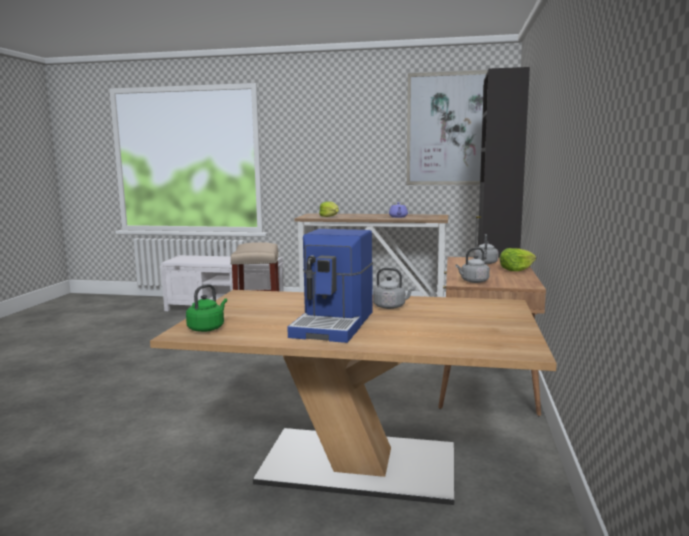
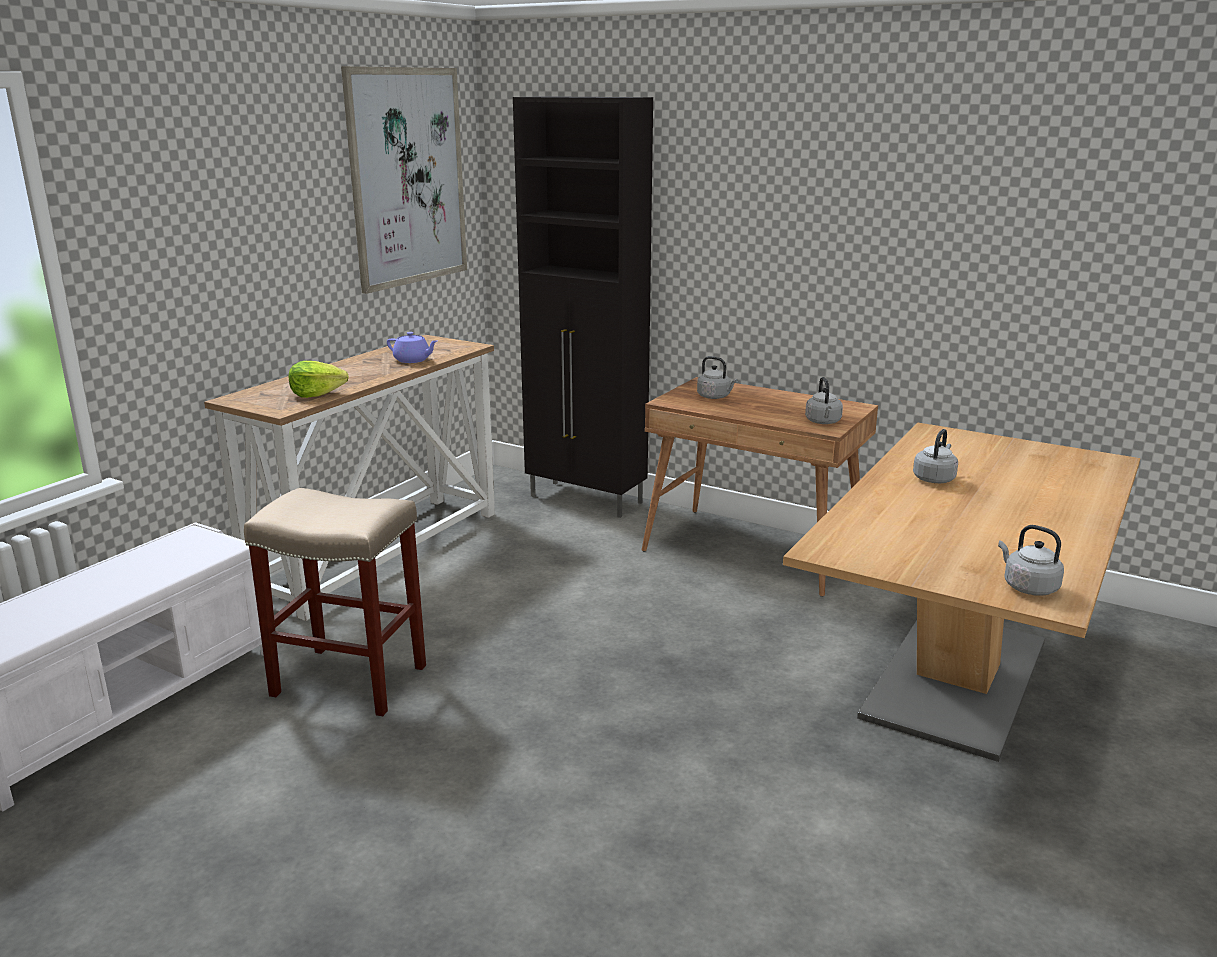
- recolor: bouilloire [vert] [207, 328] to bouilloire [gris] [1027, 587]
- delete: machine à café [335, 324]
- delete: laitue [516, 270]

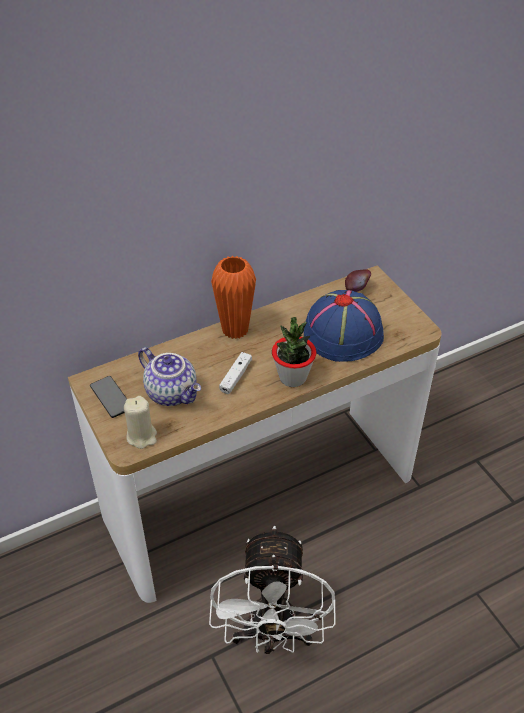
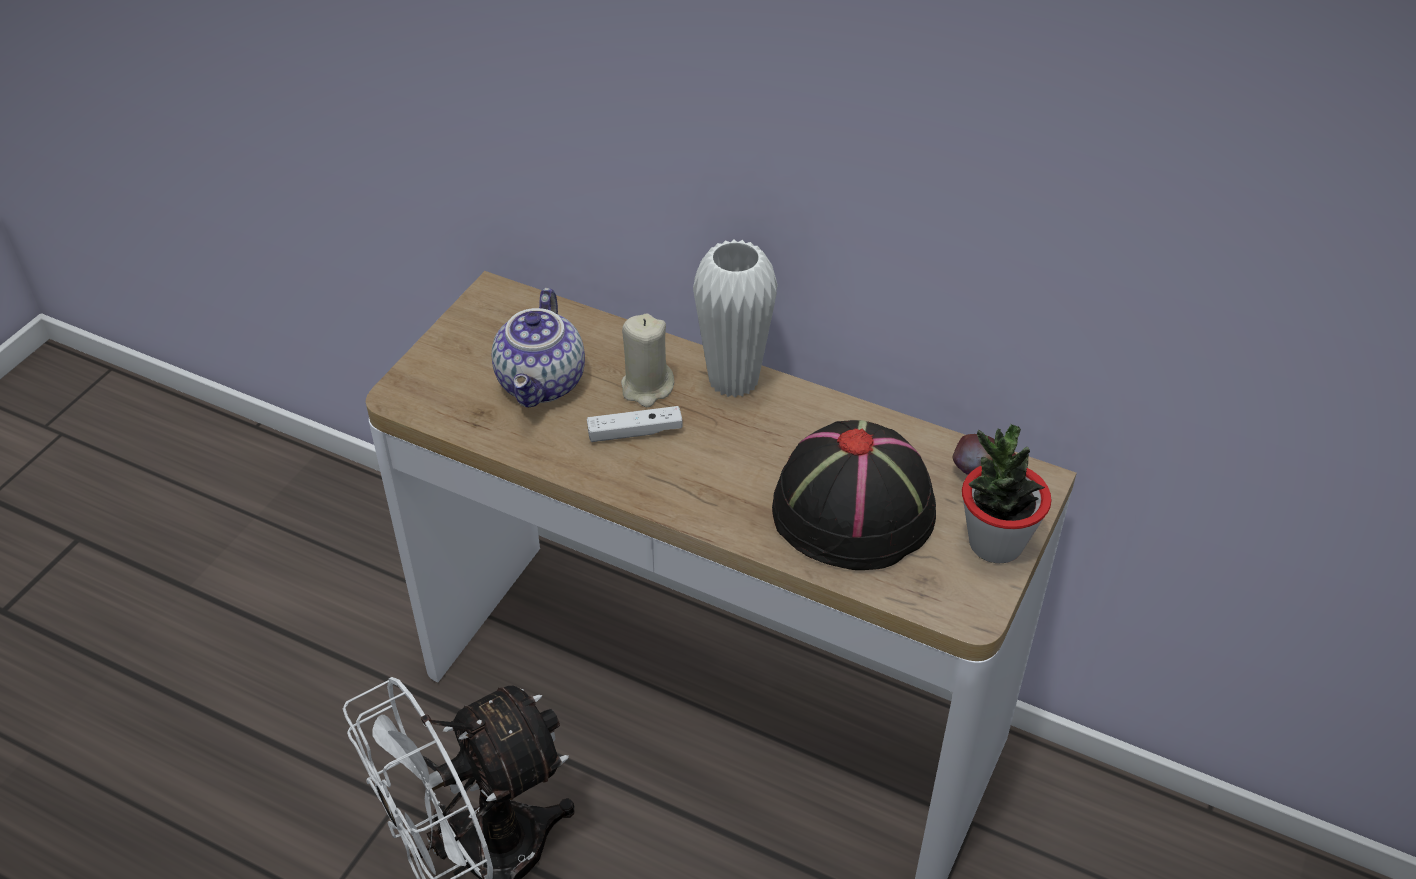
- move: bougie [beige] [142, 436] to [647, 387]
- recolor: vase [orange] [235, 330] to vase [blanc] [733, 381]
- recolor: chapeau [bleu] [343, 333] to chapeau [noir] [854, 509]
- move: plante en pot [293, 377] to [995, 543]
- delete: téléphone [111, 397]

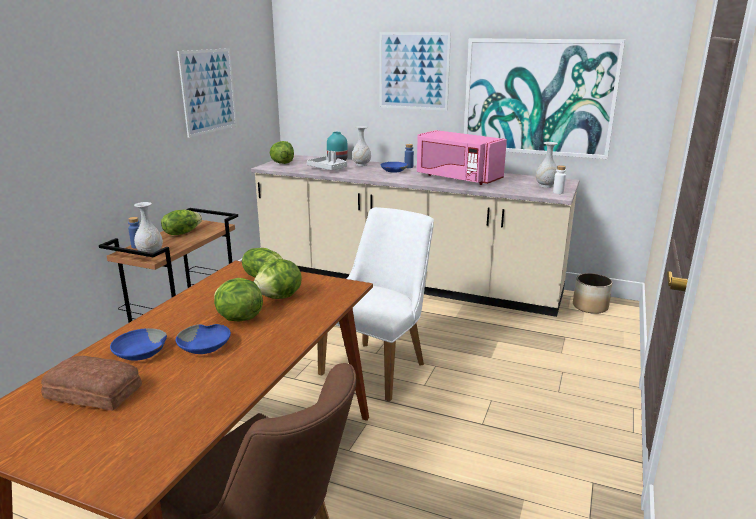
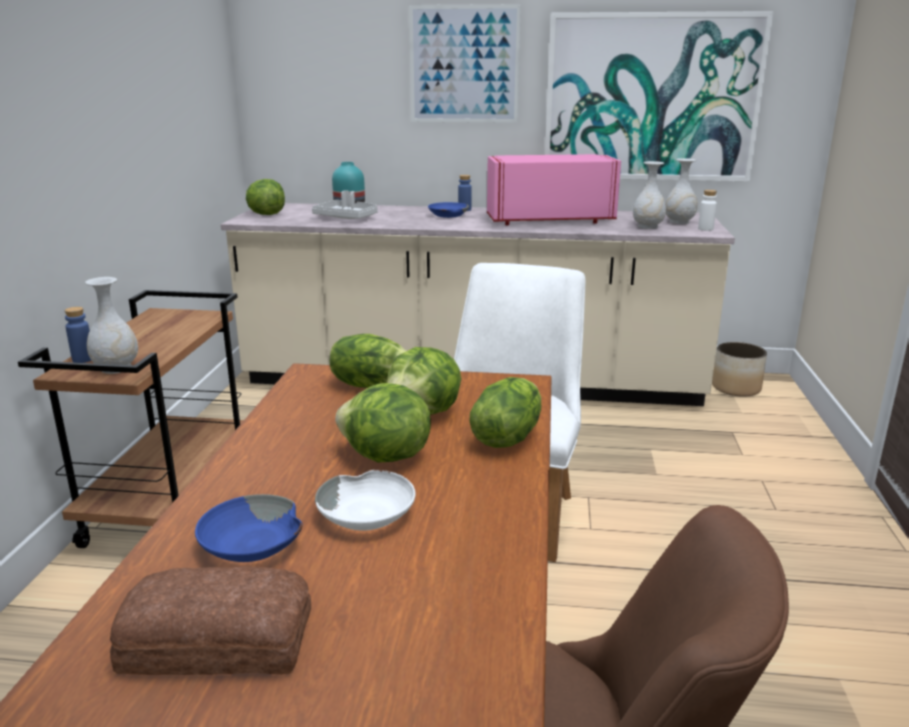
- recolor: bol [bleu] [205, 346] to bol [blanc] [368, 514]
- move: laitue [182, 233] to [506, 437]
- rotate: micro-ondes [rose] [457, 178] = [549, 219] 150 degrees clockwise
- move: vase [blanc] [361, 165] to [648, 227]
- delete: tableau [208, 91]

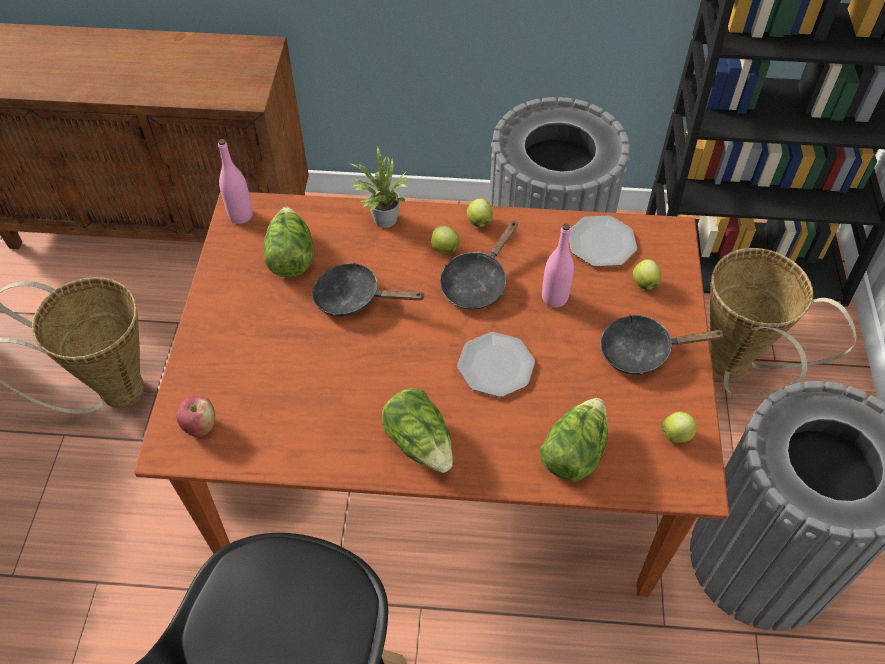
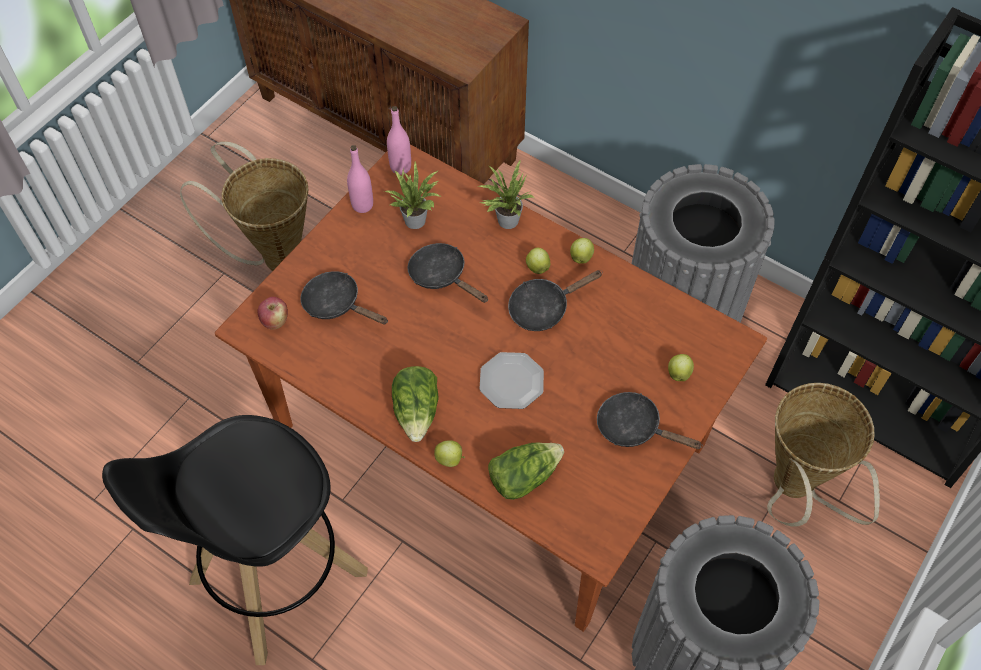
- insert: poêle [noir] [336, 304]
- move: bouteille [rose] [554, 298] to [362, 205]
- replace: laitue [290, 256] to plante en pot [416, 218]
- move: pomme [676, 435] to [450, 459]
- delete: assiette [602, 243]

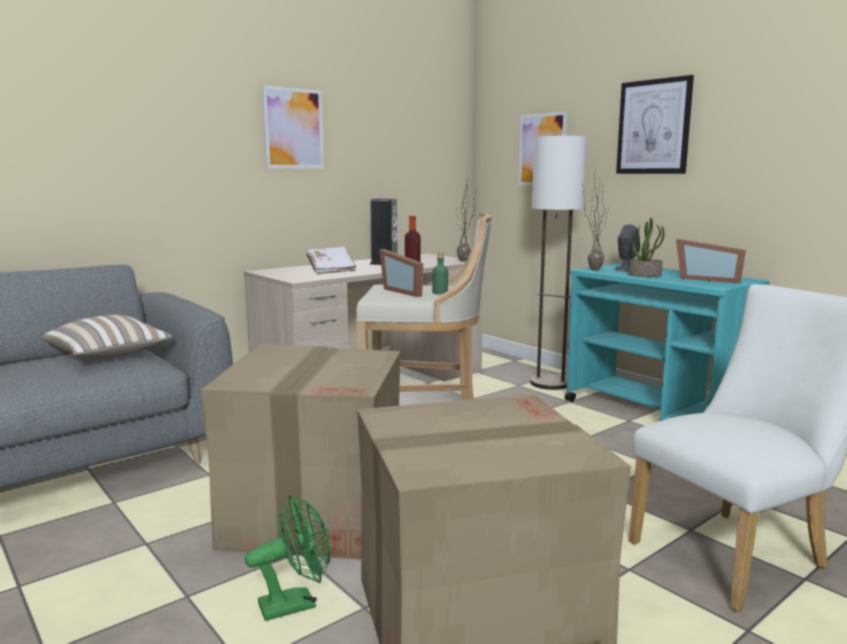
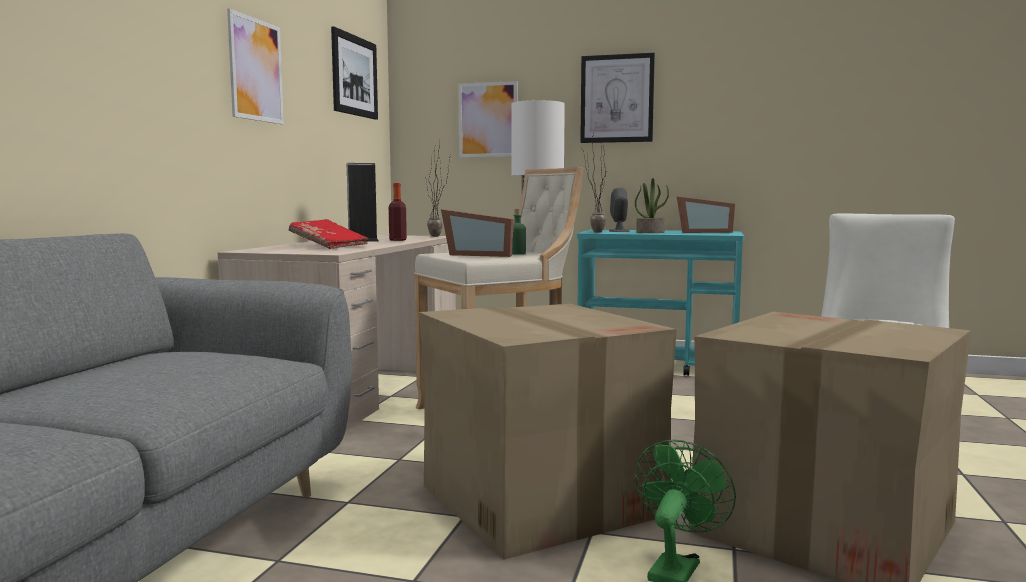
- recolor: livre [blanc] [331, 270] to livre [rouge] [328, 246]
- insert: tableau [354, 76]
- delete: coussin [110, 356]

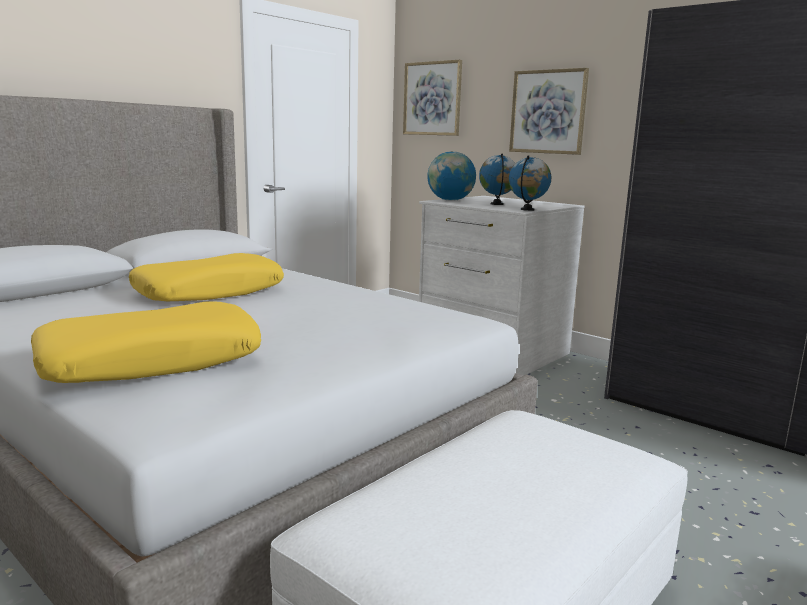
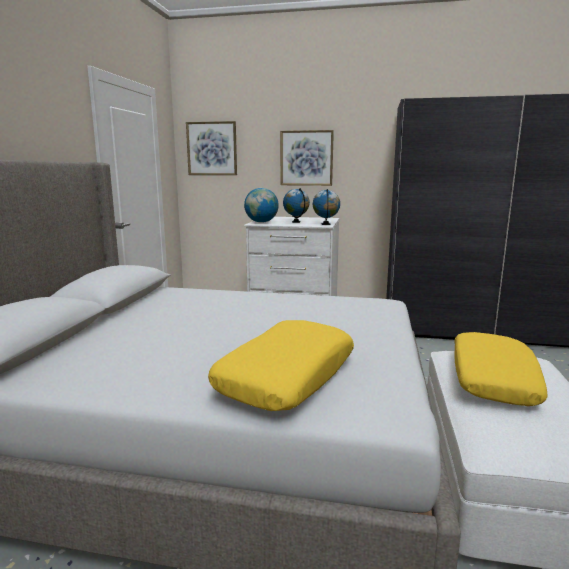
- move: coussin [jaune] [209, 292] to [492, 379]

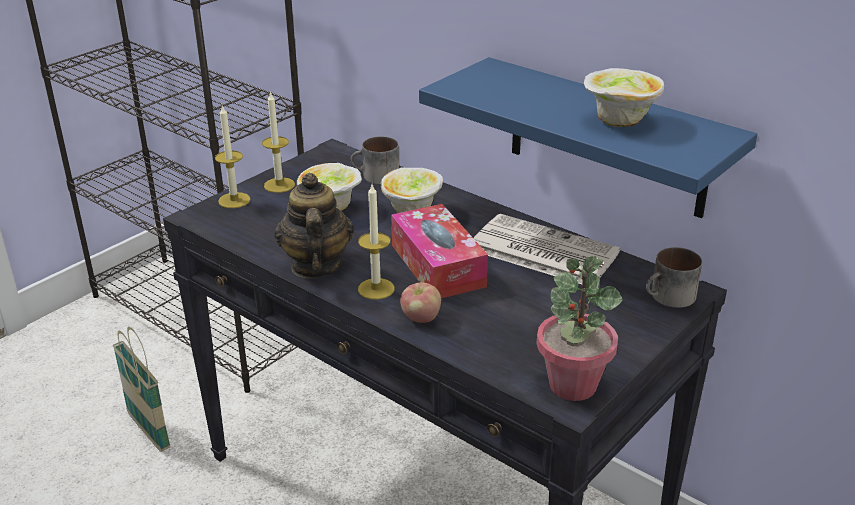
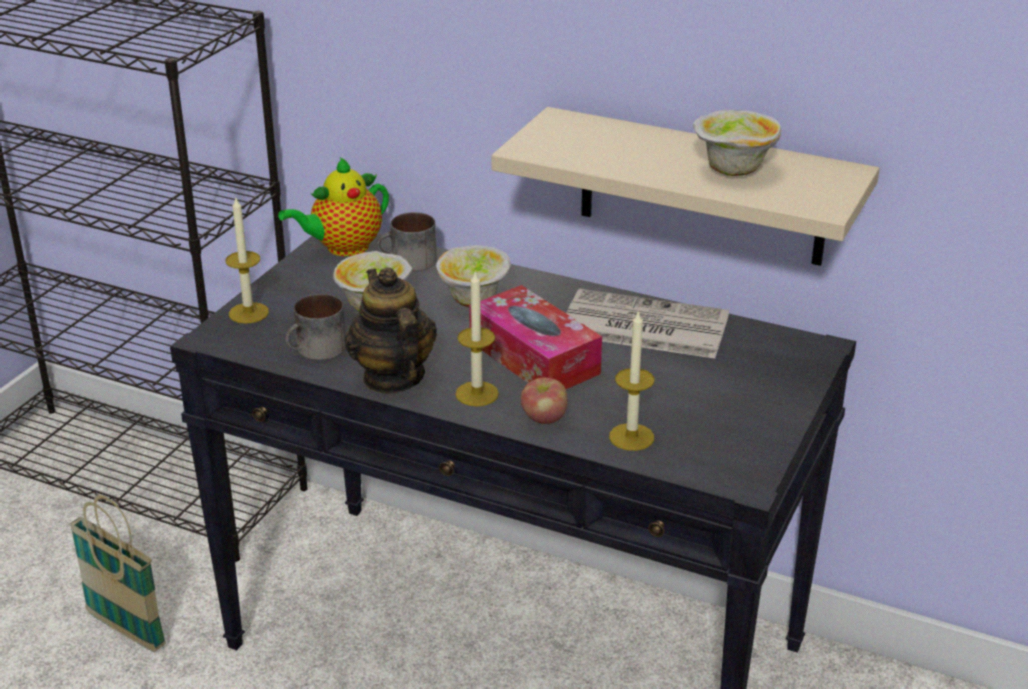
- insert: théière [343, 248]
- move: mug [669, 298] to [317, 350]
- recolor: étagère [bleu] [607, 138] to étagère [beige] [702, 187]
- move: bougie [279, 185] to [631, 437]
- delete: plante en pot [572, 385]

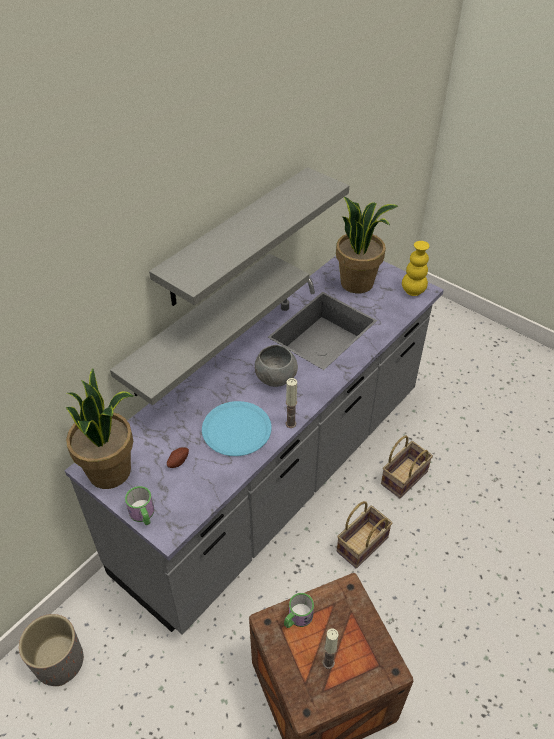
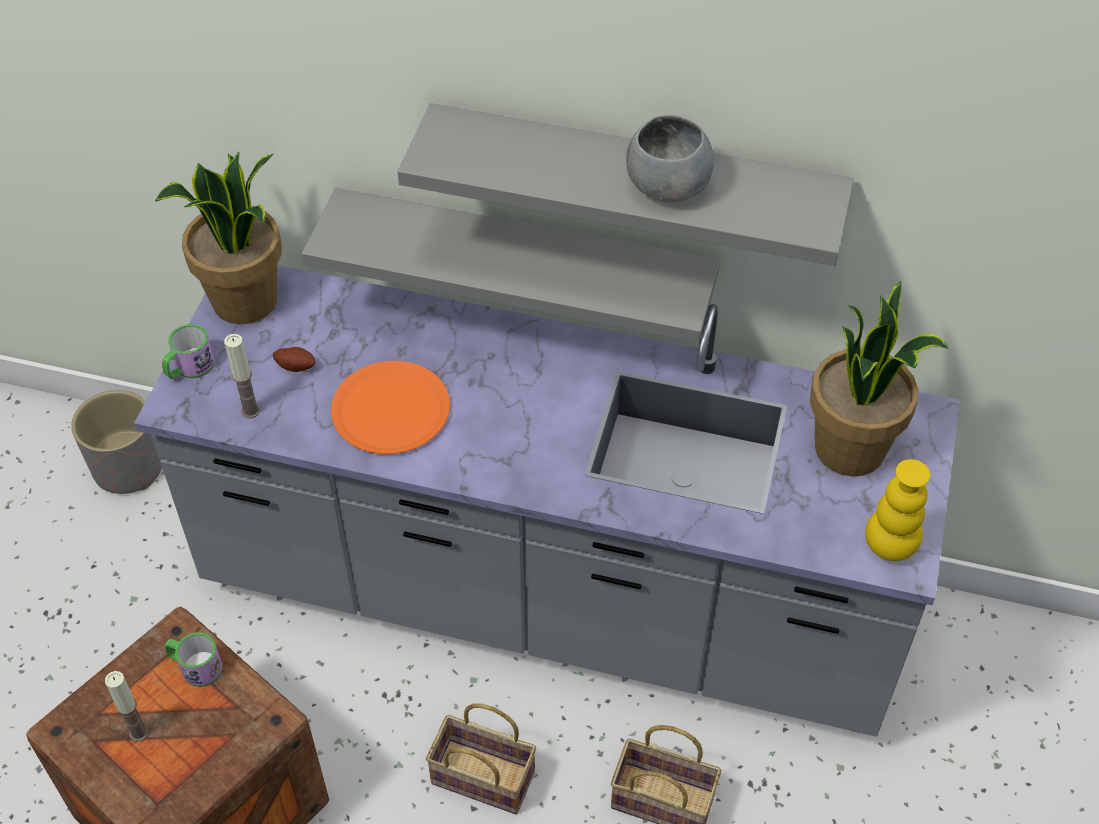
- move: bougie [291, 423] to [250, 411]
- recolor: assiette [bleu] [236, 429] to assiette [orange] [390, 409]
- move: bol [gris] [275, 378] to [667, 186]

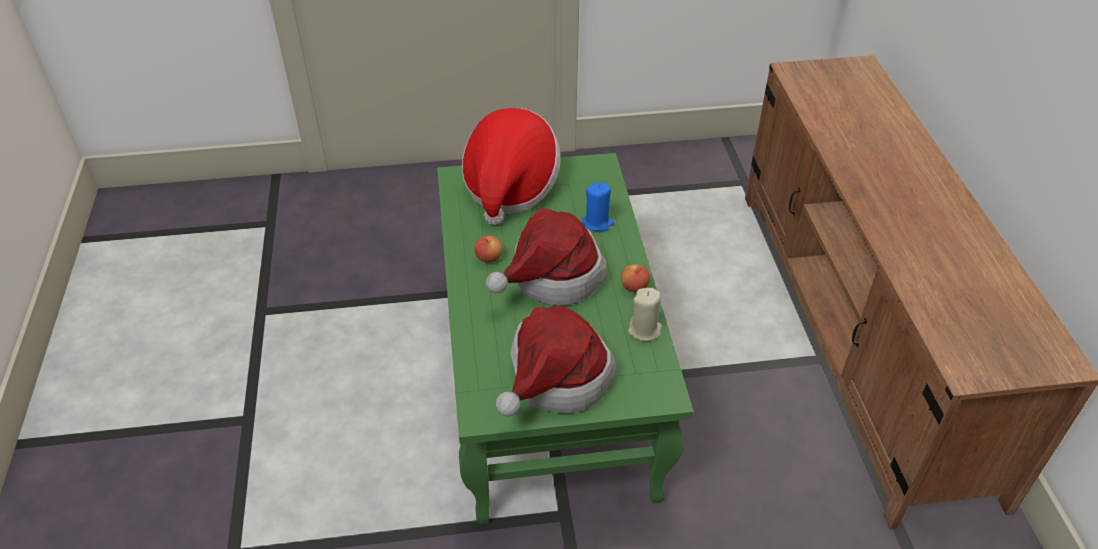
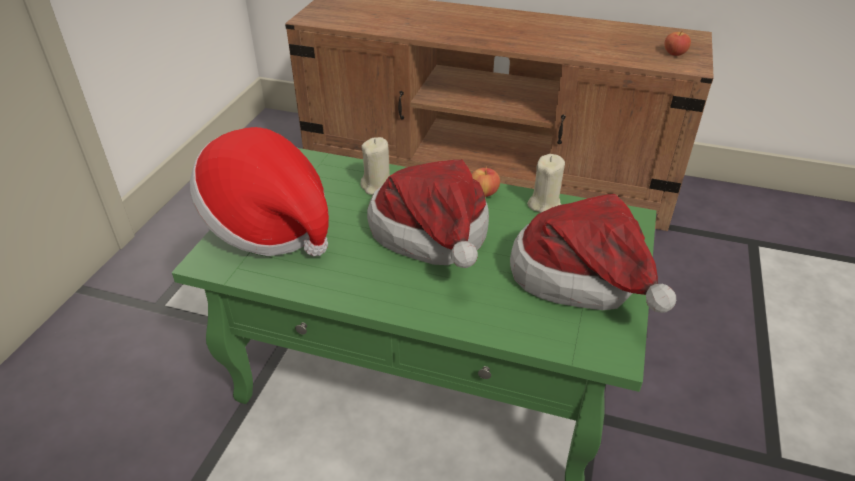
- recolor: bougie [bleu] [597, 223] to bougie [beige] [378, 186]
- move: pomme [488, 258] to [674, 53]

